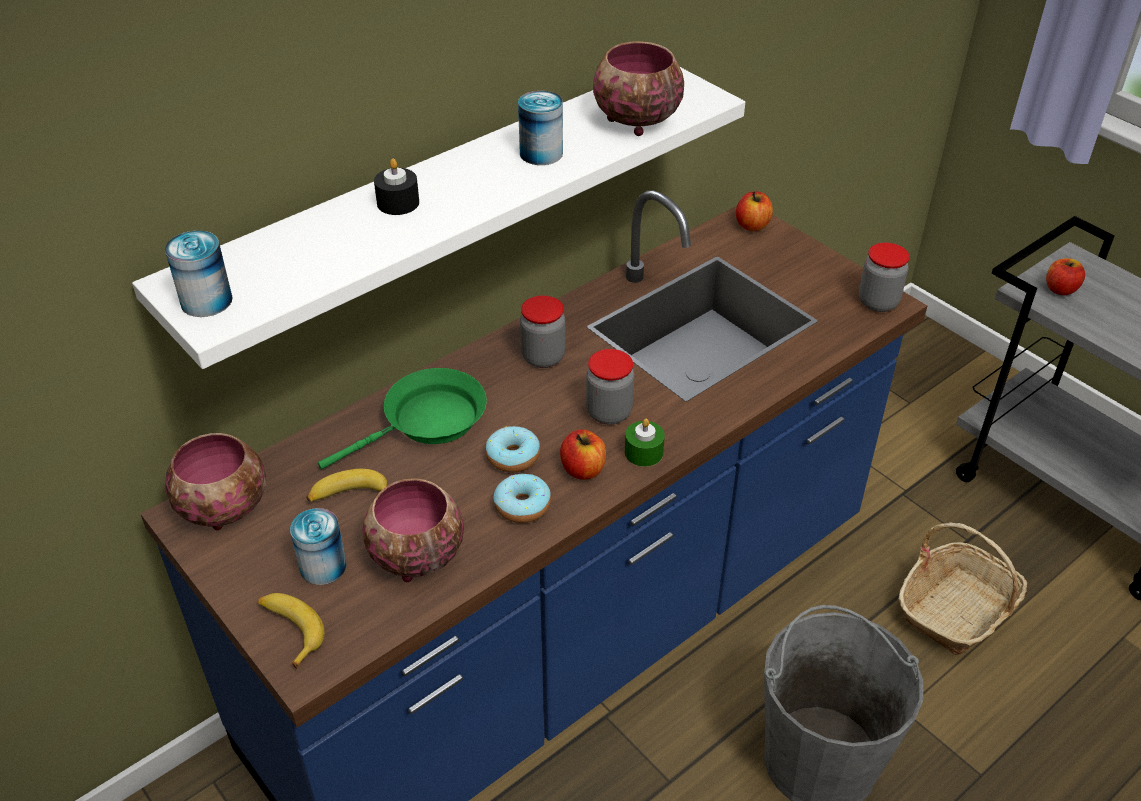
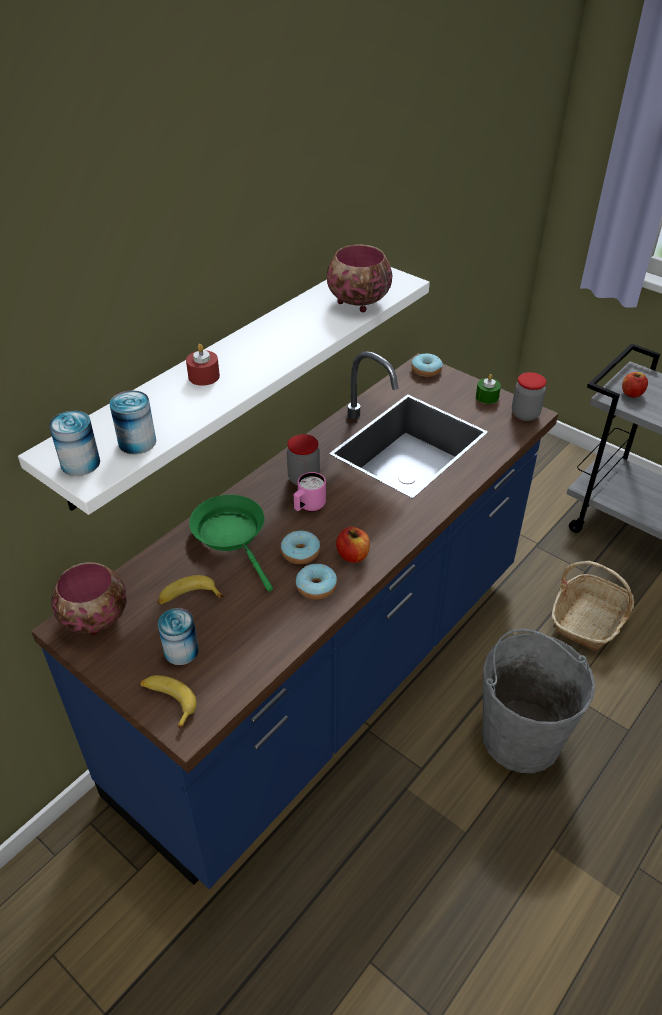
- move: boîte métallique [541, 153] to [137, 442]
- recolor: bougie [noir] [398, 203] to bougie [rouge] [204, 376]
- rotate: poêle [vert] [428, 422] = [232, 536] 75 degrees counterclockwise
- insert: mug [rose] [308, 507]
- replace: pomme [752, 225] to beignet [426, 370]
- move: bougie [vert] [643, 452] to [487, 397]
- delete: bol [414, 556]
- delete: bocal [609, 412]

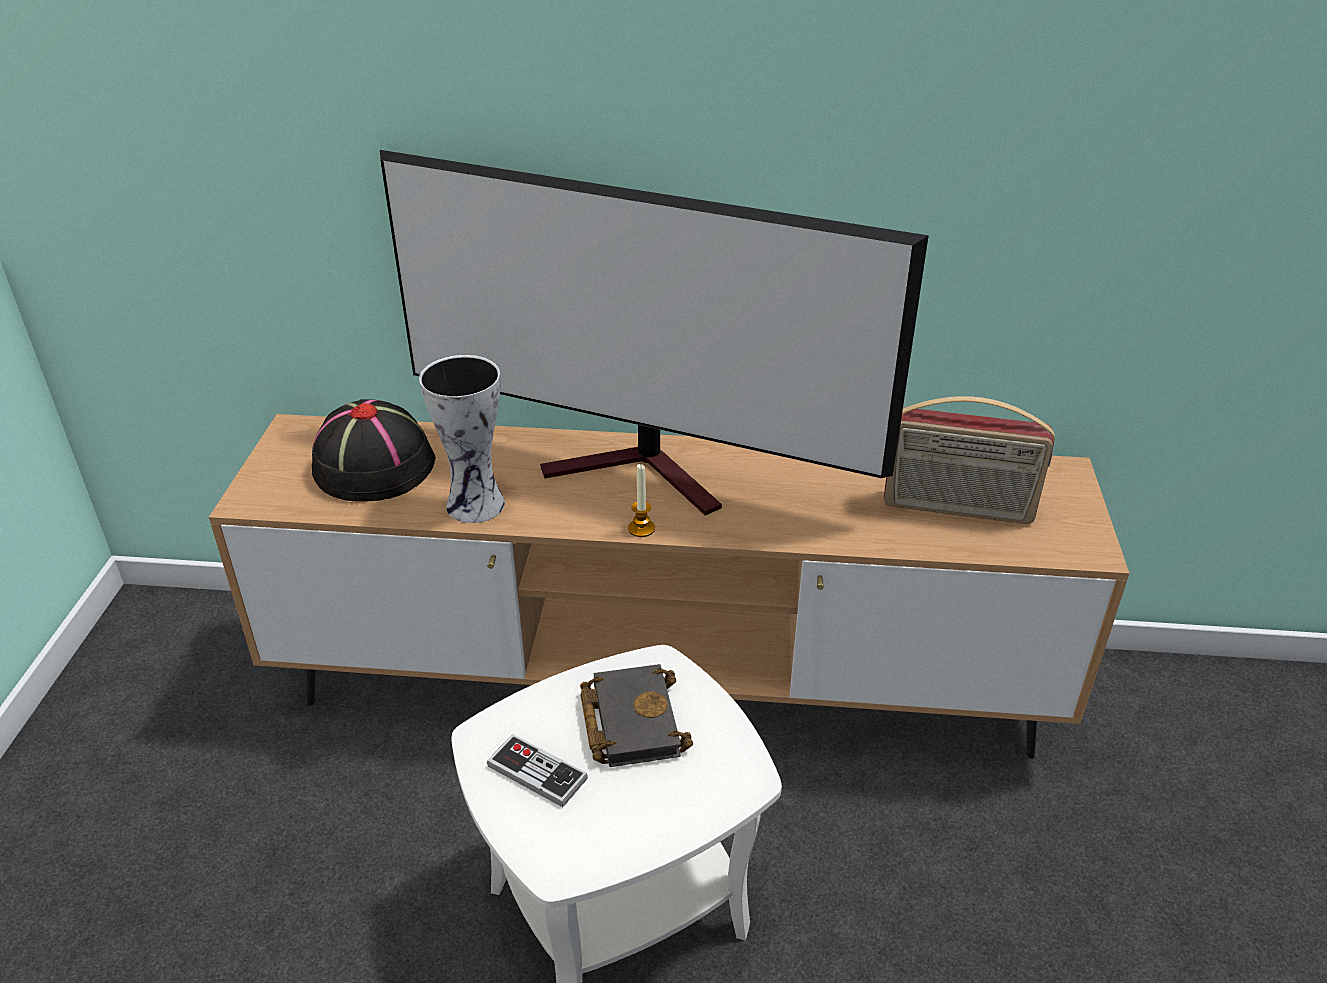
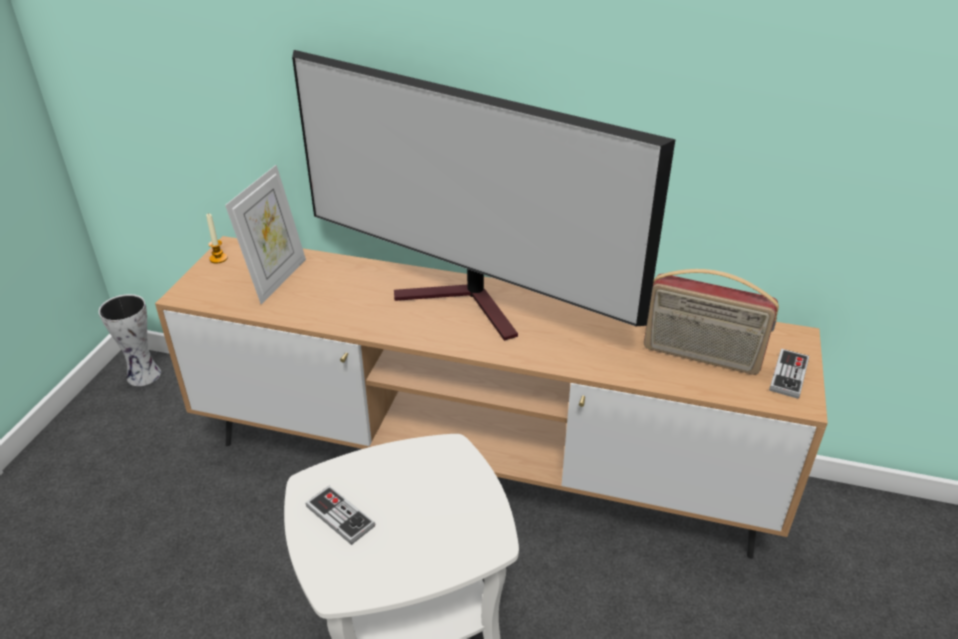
- move: vase [478, 505] to [145, 375]
- move: bougie [641, 528] to [218, 258]
- replace: chapeau [noir] [372, 466] to cadre photo [276, 279]
- insert: manette [789, 375]
- delete: livre [noir] [629, 720]

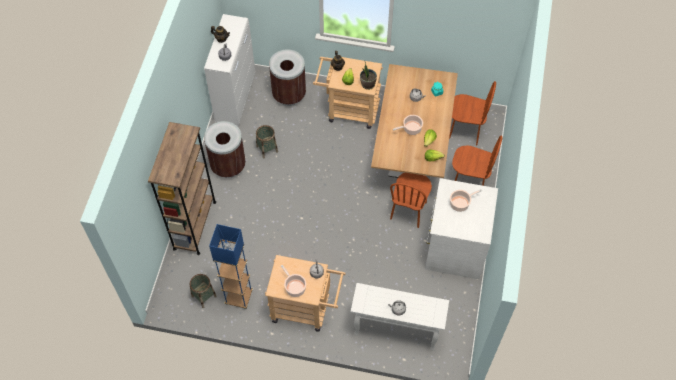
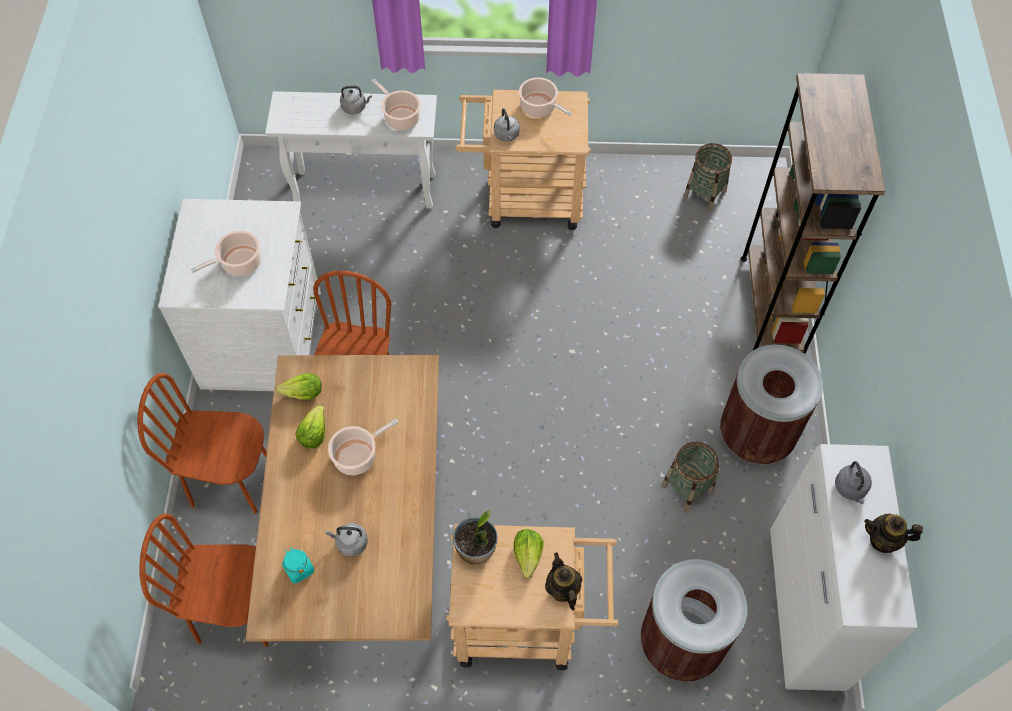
- insert: marmite [400, 117]
- delete: lampadaire [bleu] [239, 297]

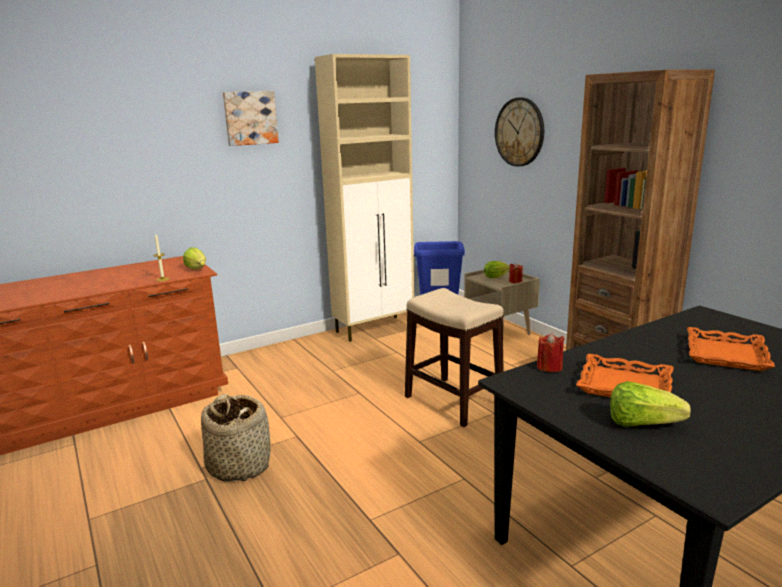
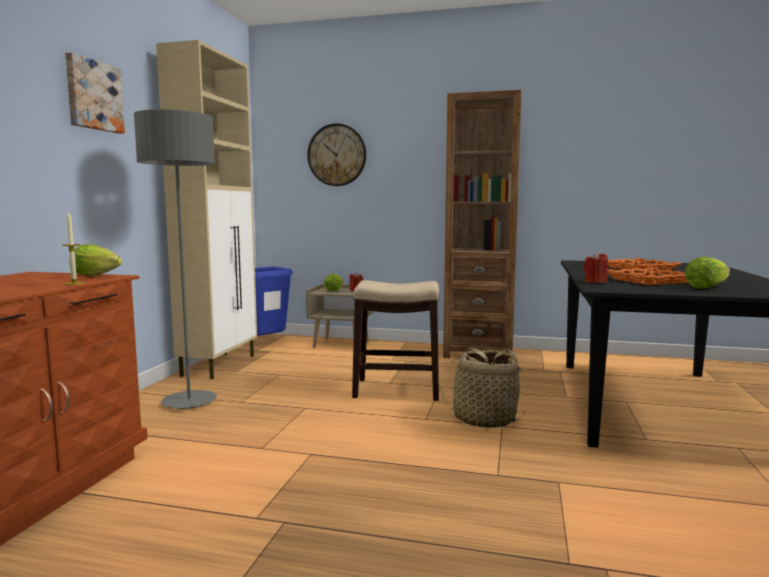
- insert: lampadaire [gris] [189, 402]
- move: panier [239, 465] to [484, 419]

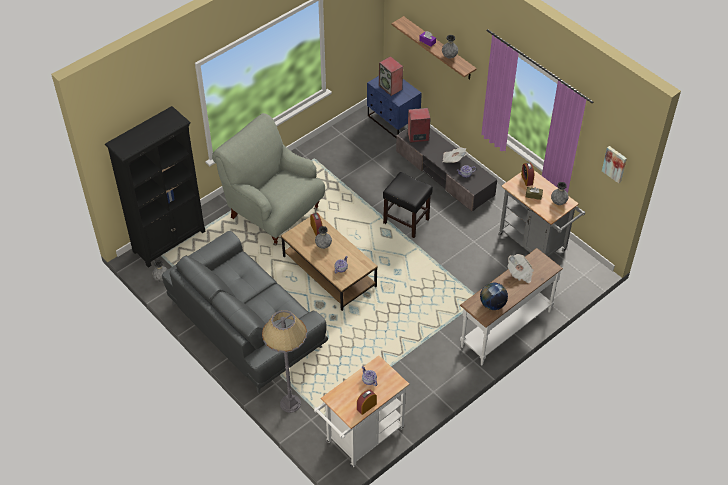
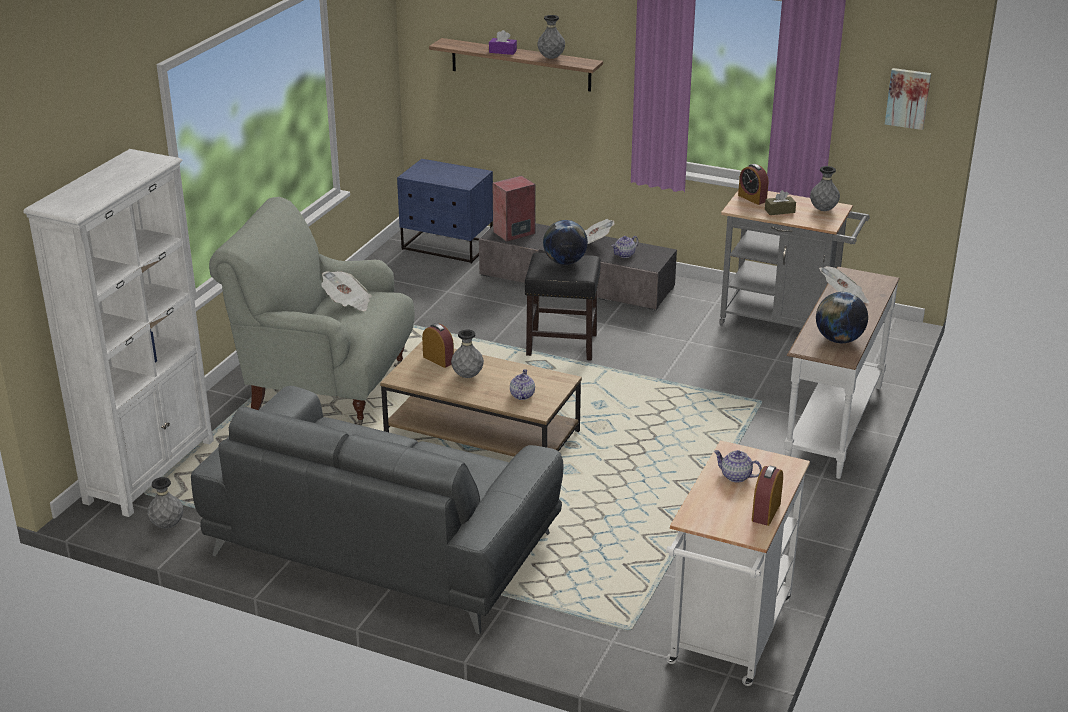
- recolor: bibliothèque [noir] [169, 241] to bibliothèque [blanc] [151, 471]
- insert: journal [347, 303]
- insert: globe [565, 262]
- delete: lampadaire [gris] [290, 403]
- delete: enceinte [391, 87]

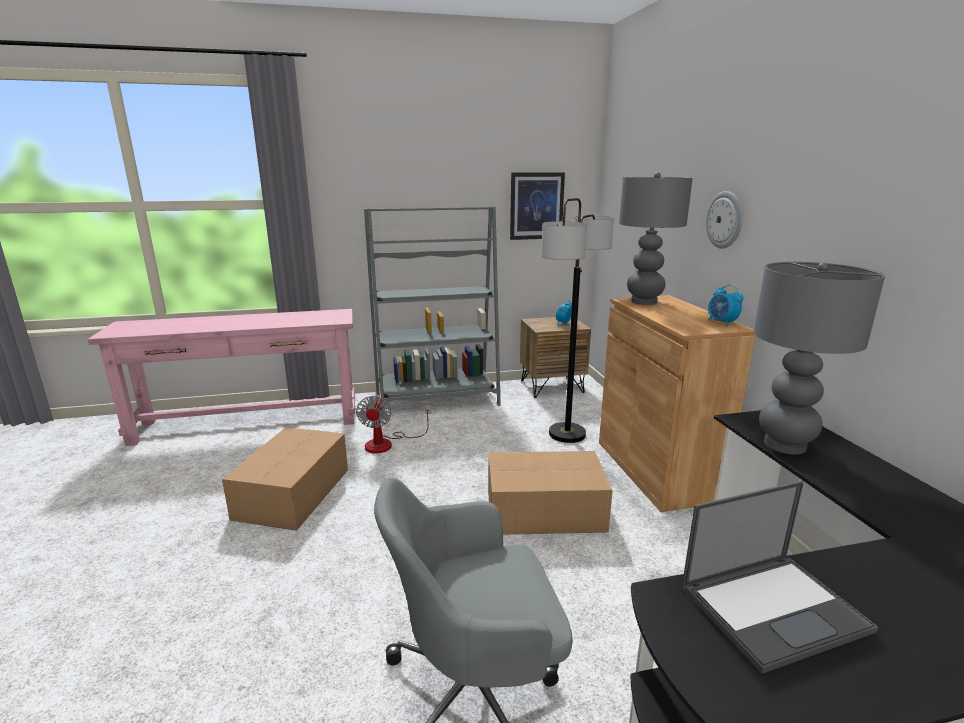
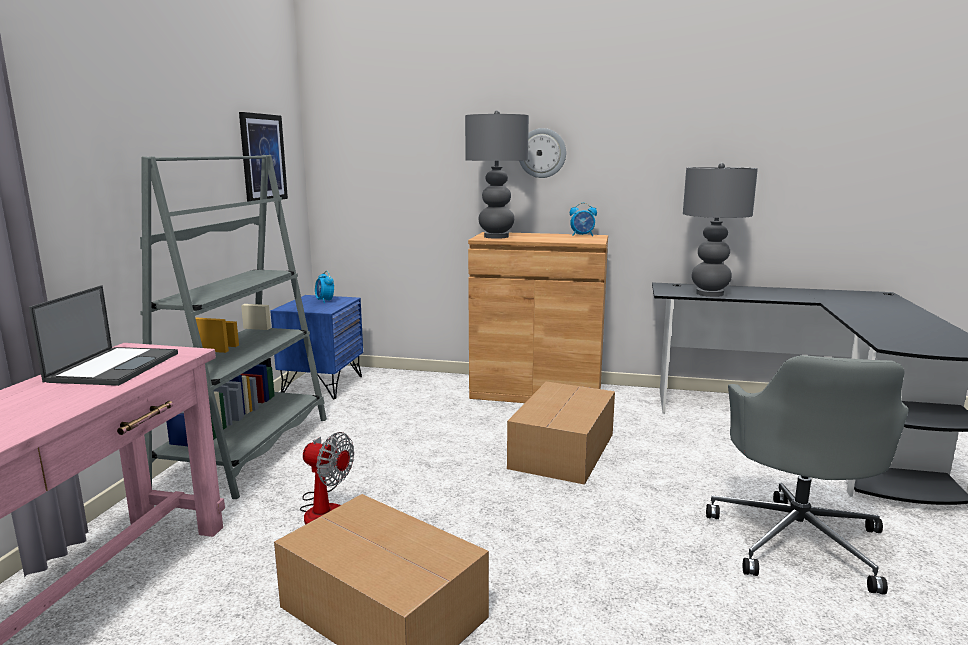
- move: ordinateur portable [774, 608] to [114, 366]
- recolor: table de chevet [marron] [551, 386] to table de chevet [bleu] [322, 385]
- delete: lampadaire [567, 434]

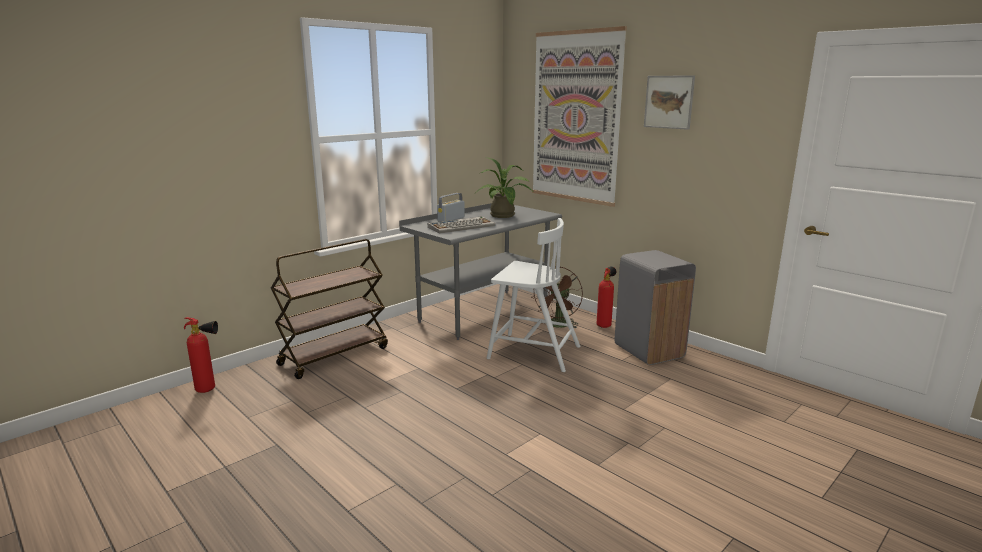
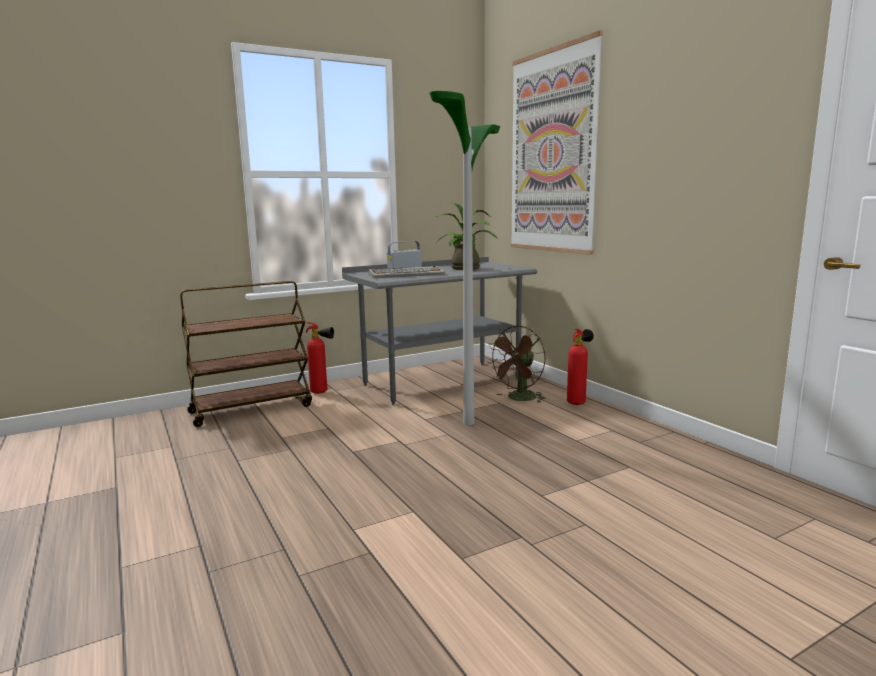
- move: extincteur [210, 390] to [322, 392]
- replace: chaise [blanc] [532, 352] to lampadaire [469, 423]
- delete: poubelle [gris] [649, 350]
- delete: tableau [669, 102]

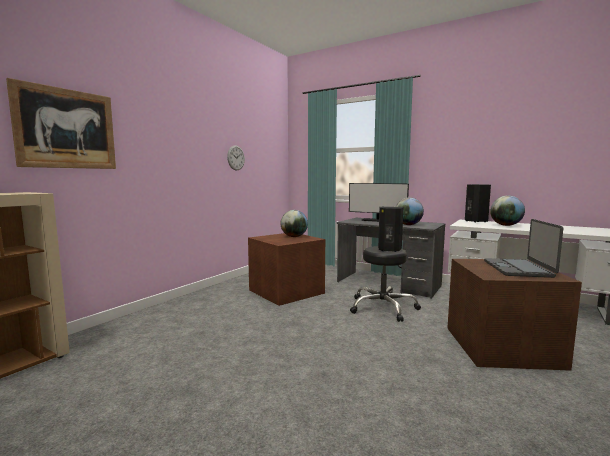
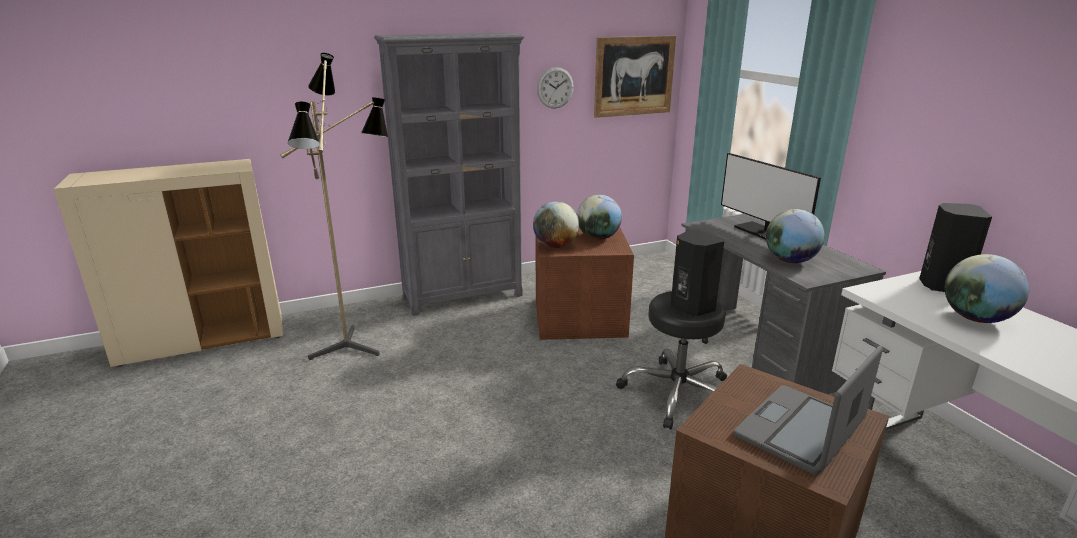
- insert: lampadaire [355, 346]
- insert: bibliothèque [gris] [463, 296]
- insert: globe [555, 246]
- move: tableau [67, 129] to [634, 76]

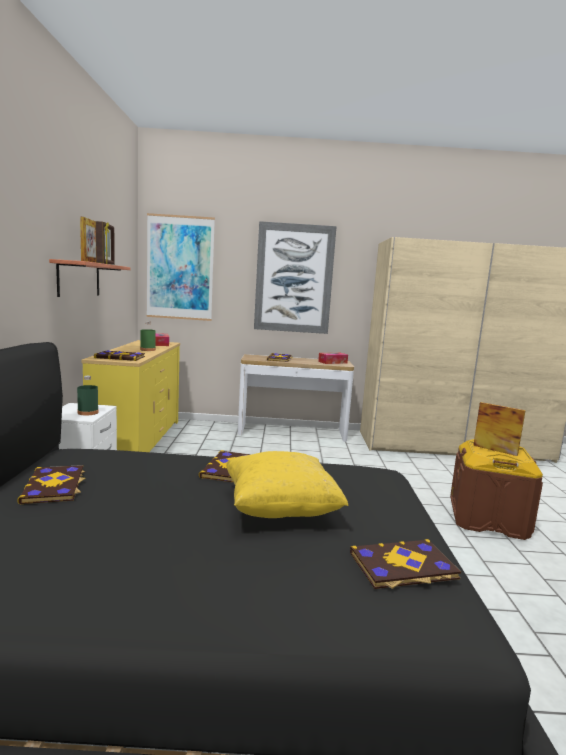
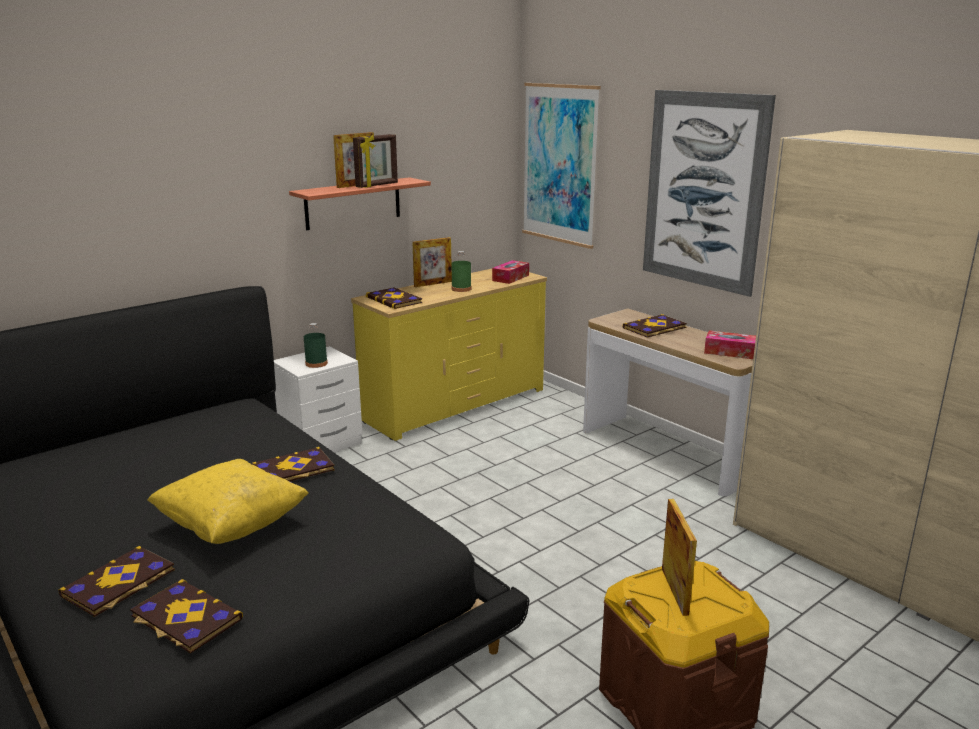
- move: livre [55, 486] to [119, 583]
- insert: cadre photo [433, 284]

